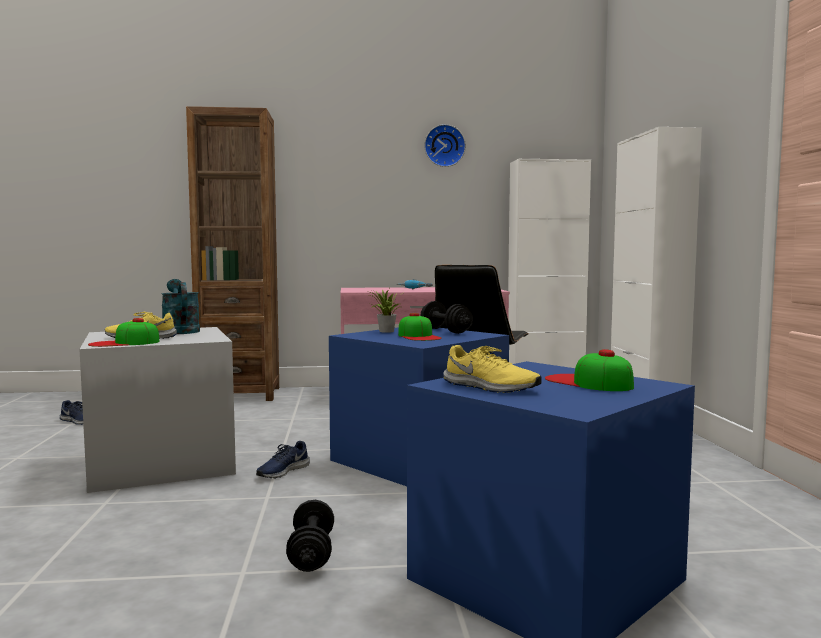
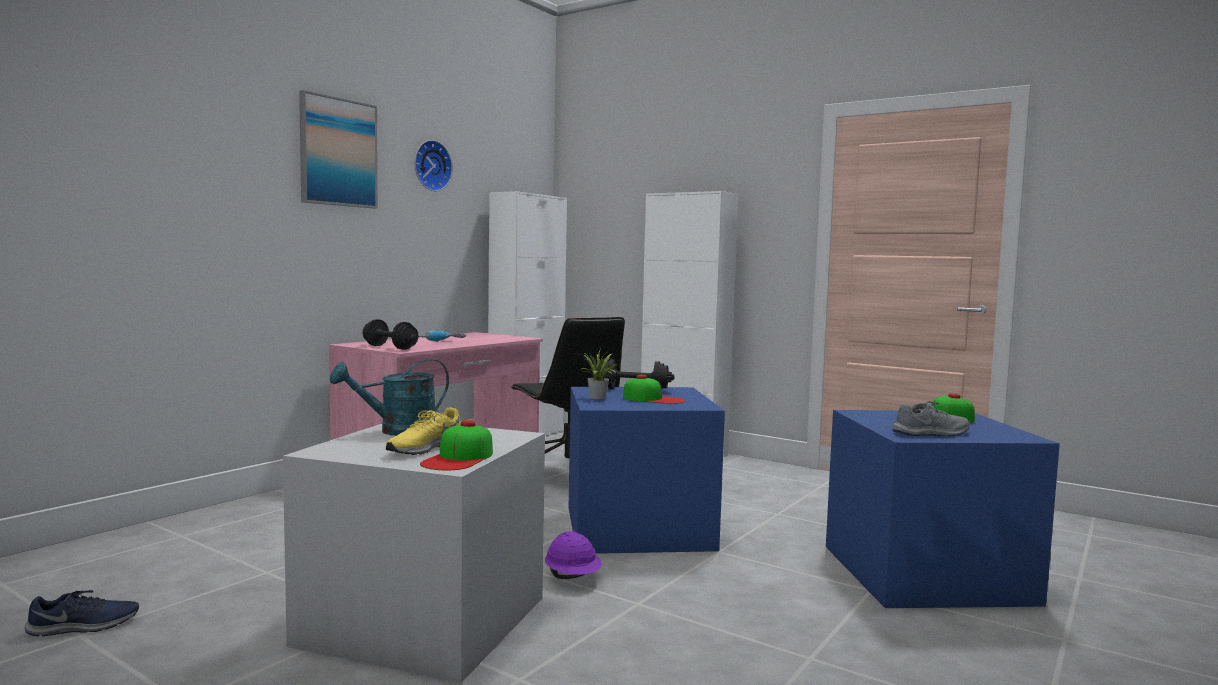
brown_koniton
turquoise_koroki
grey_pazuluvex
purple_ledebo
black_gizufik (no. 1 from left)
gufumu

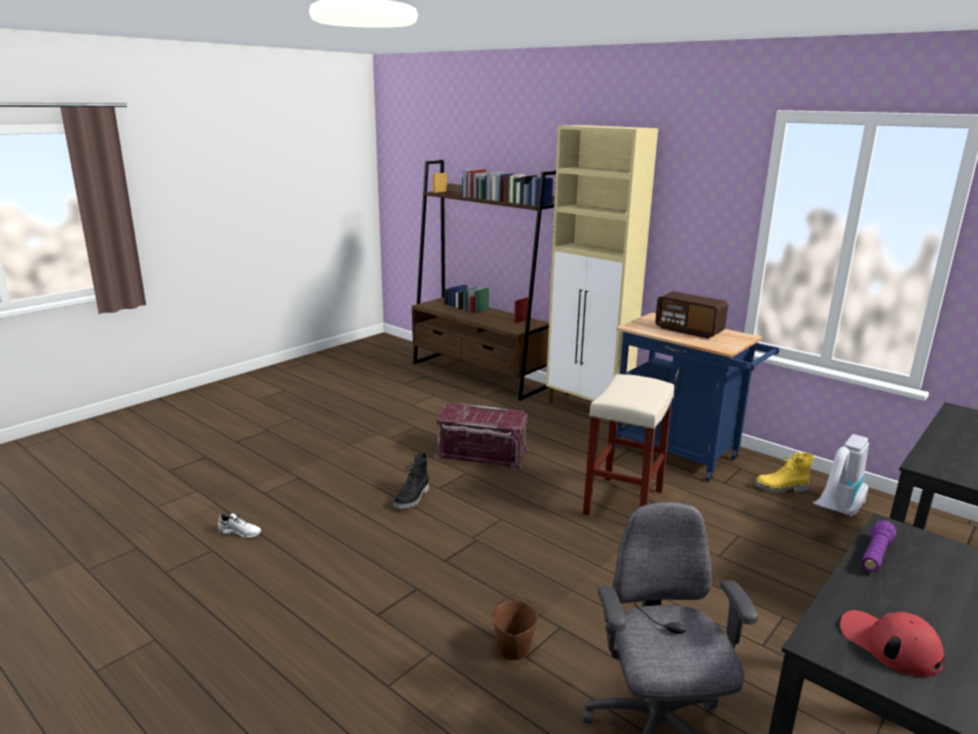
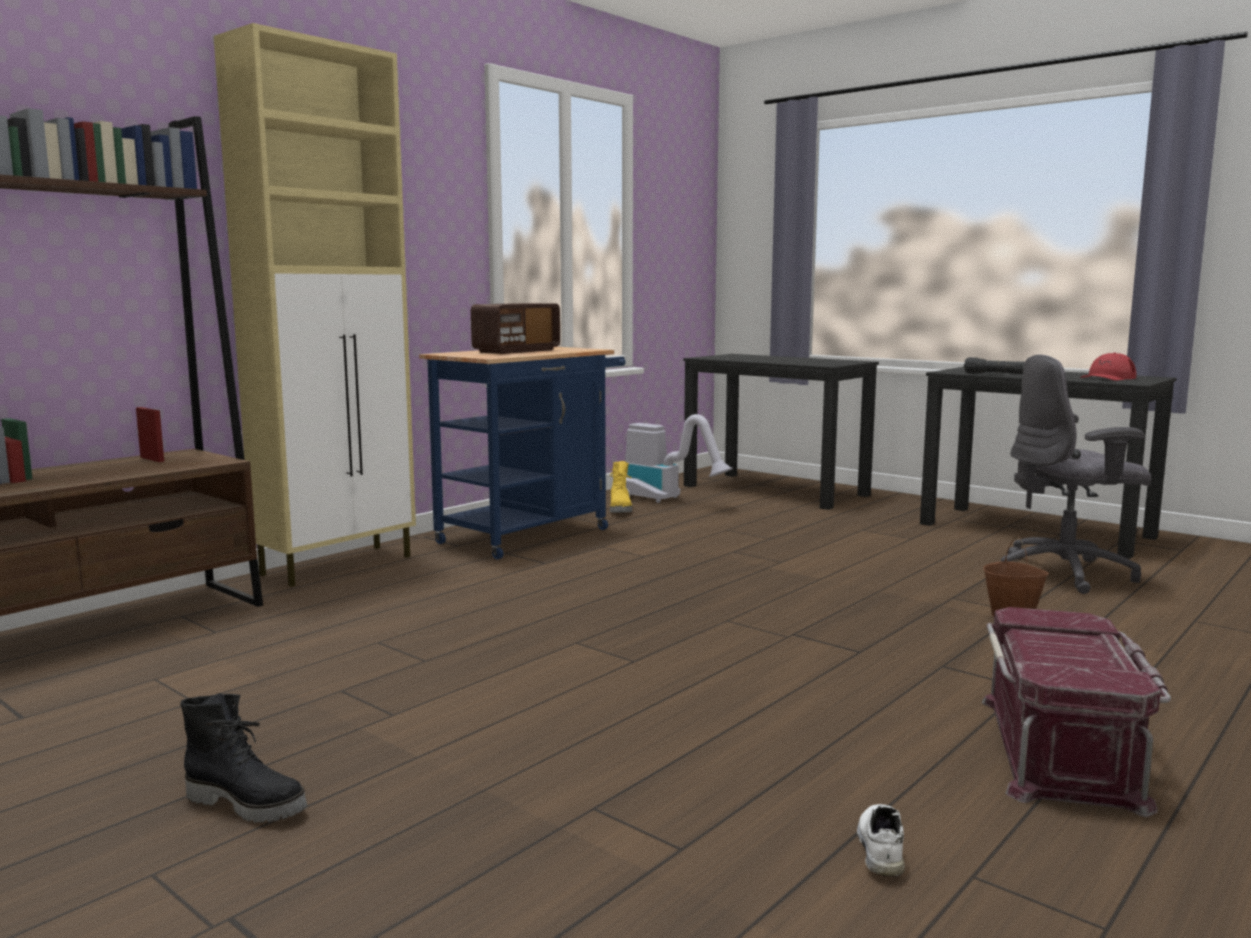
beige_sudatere
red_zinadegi
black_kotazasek
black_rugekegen

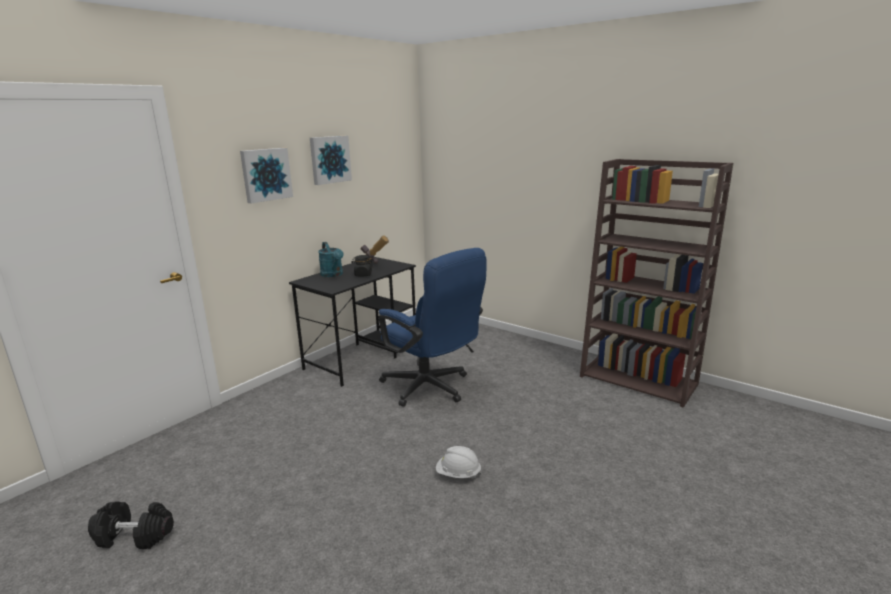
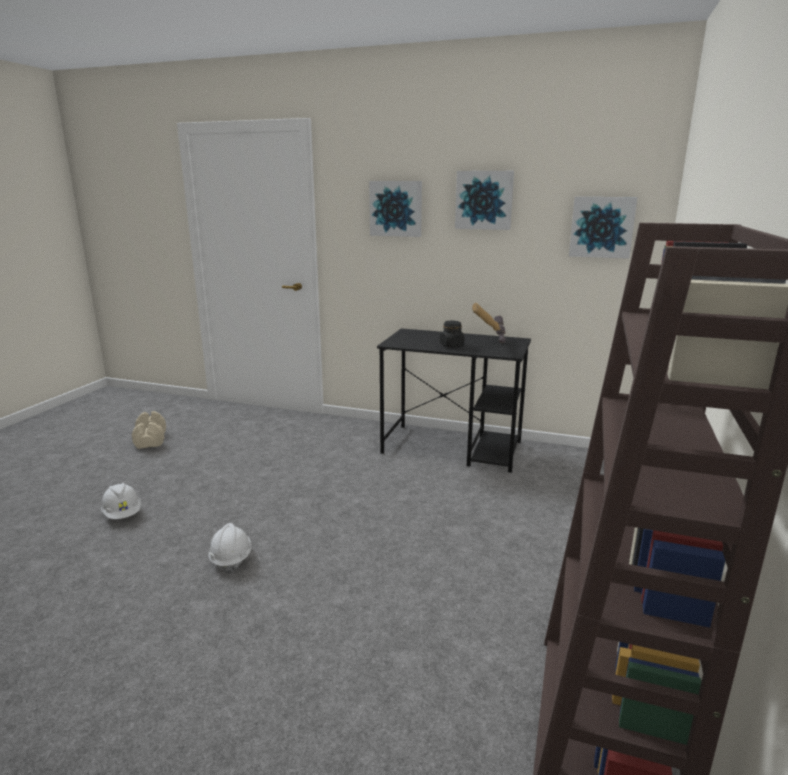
turquoise_koroki
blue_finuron
beige_gizufik
gufumu (no. 3 from left)
white_ledebo (no. 1 from left)

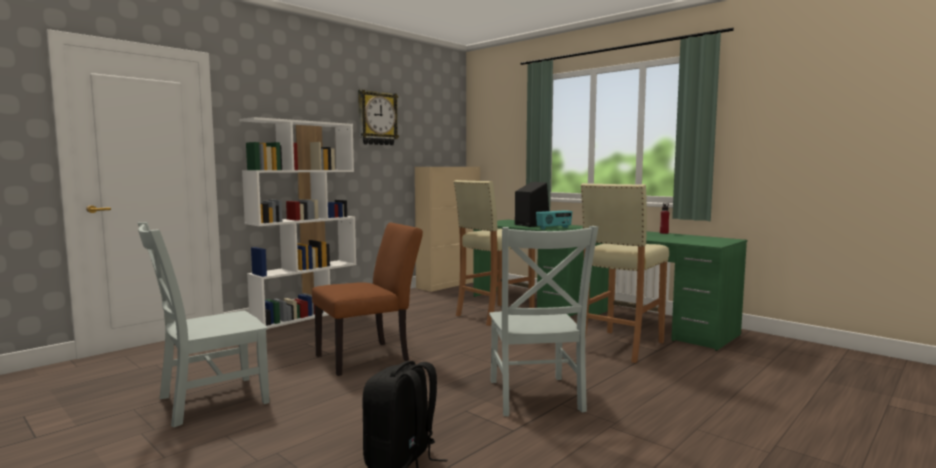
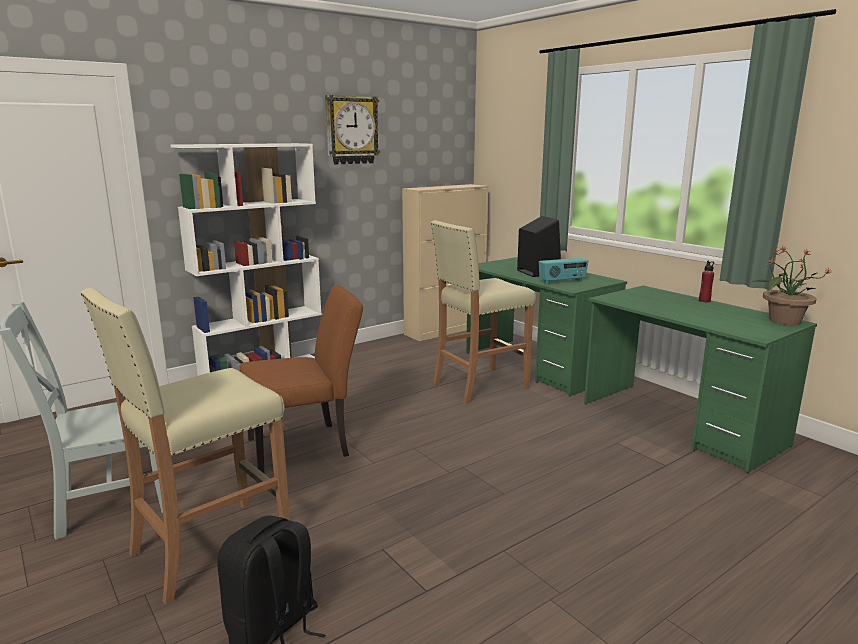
beige_sudatere (no. 1 from left)
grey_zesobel (no. 2 from left in the first image)
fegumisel

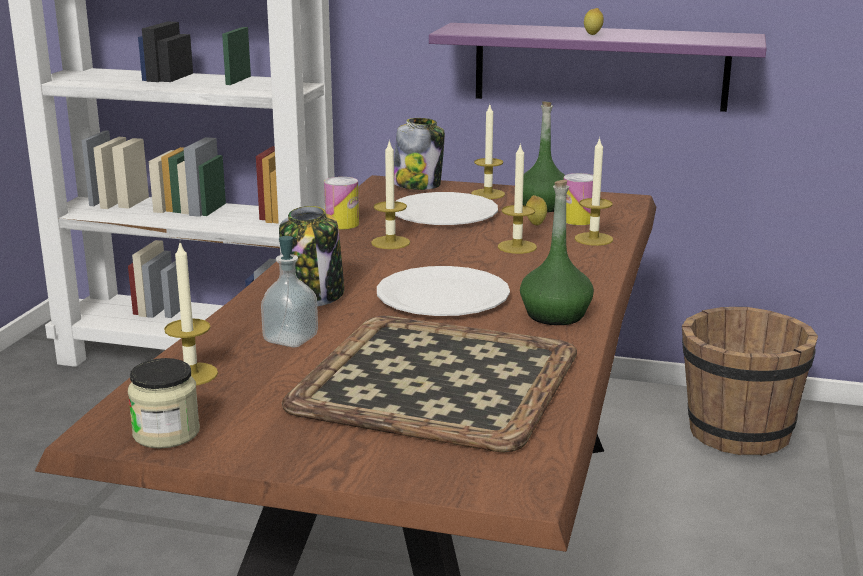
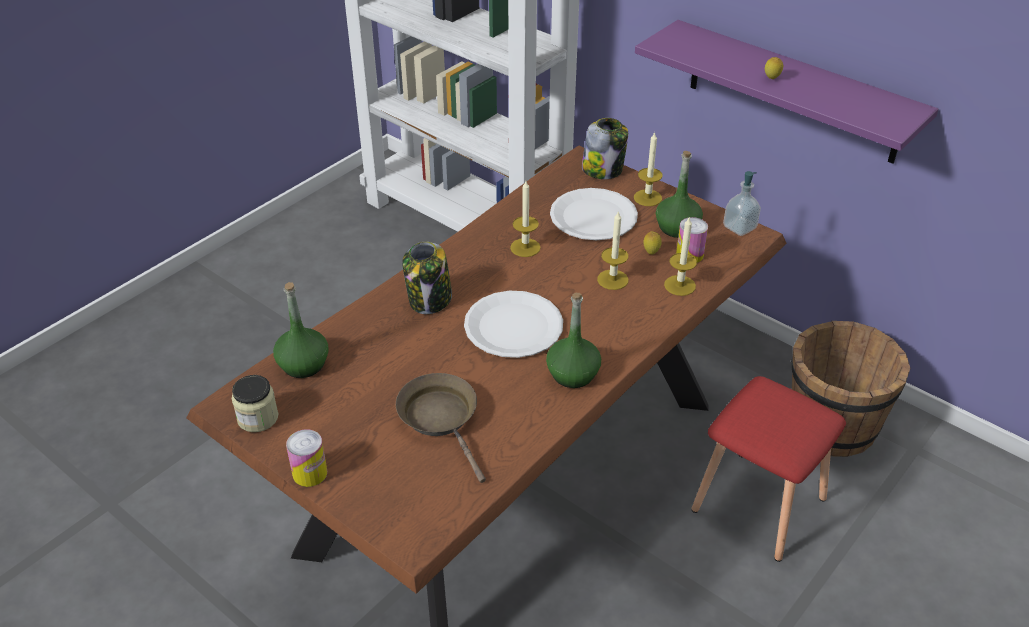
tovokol (no. 1 from left)
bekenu
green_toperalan (no. 1 from left)
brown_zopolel
red_sudatere

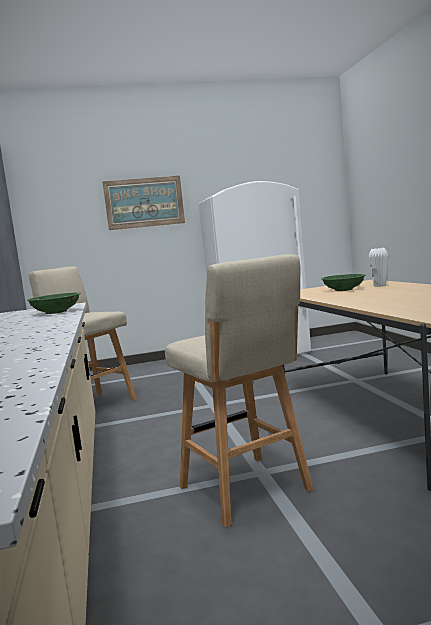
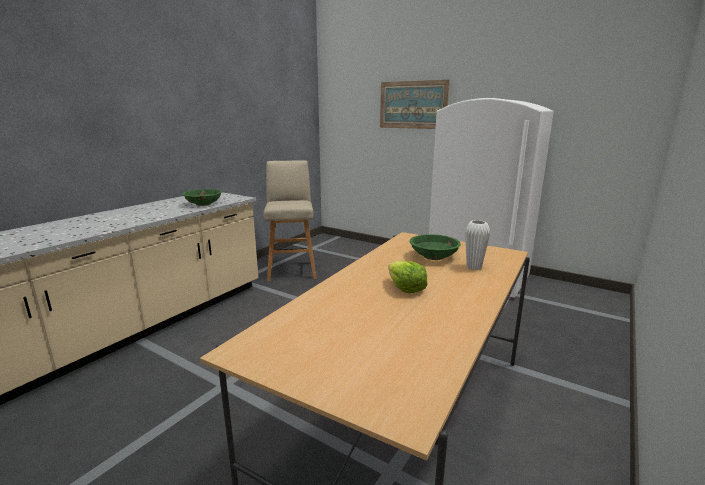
beige_sudatere (no. 2 from left in the first image)
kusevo

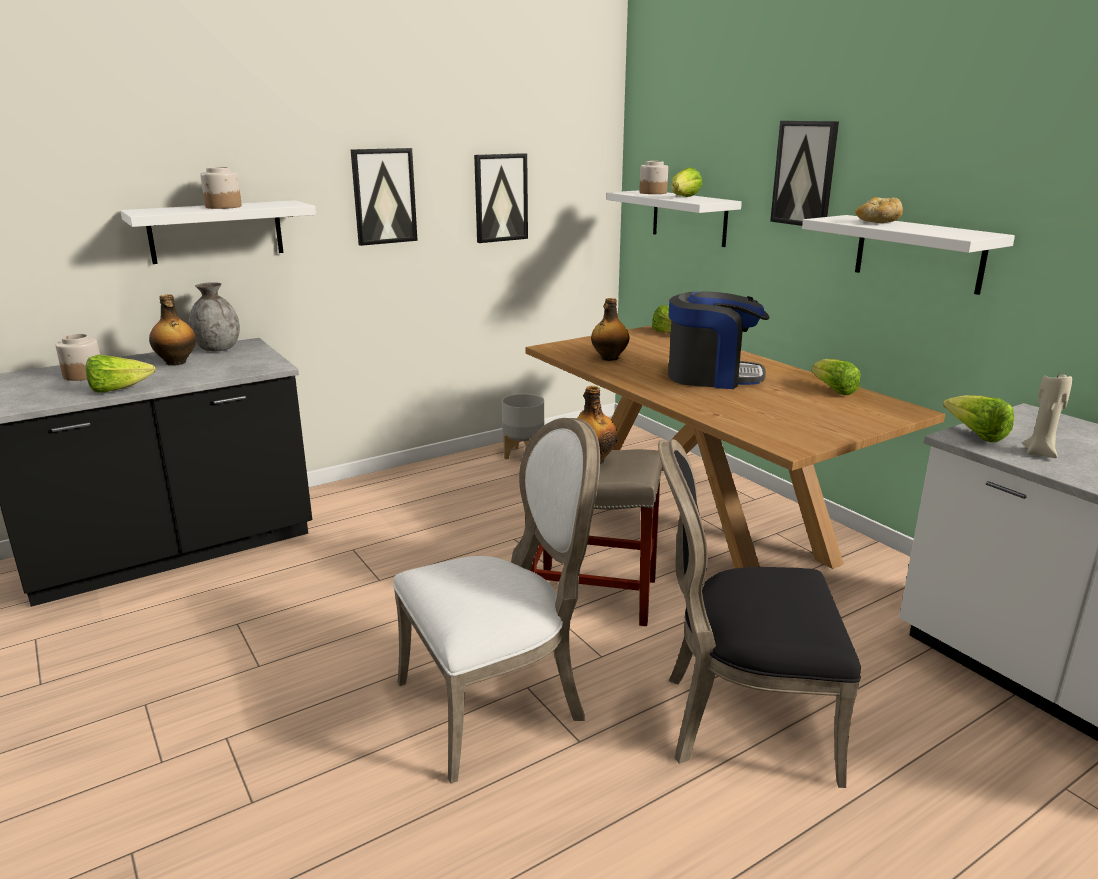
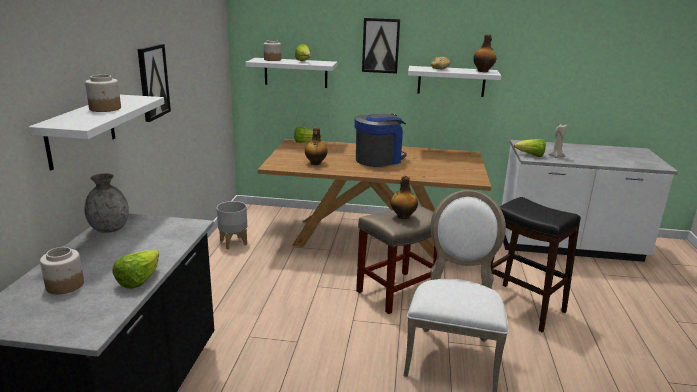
gufumu (no. 2 from left in the first image)
toperalan (no. 3 from left)
kusevo (no. 4 from left in the first image)
black_sudatere

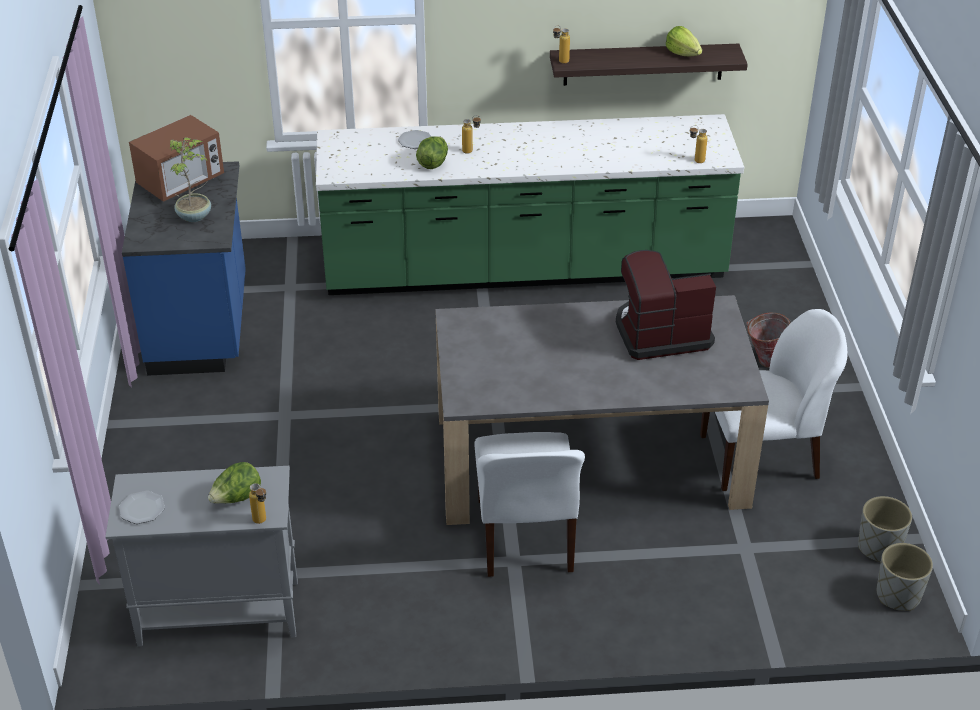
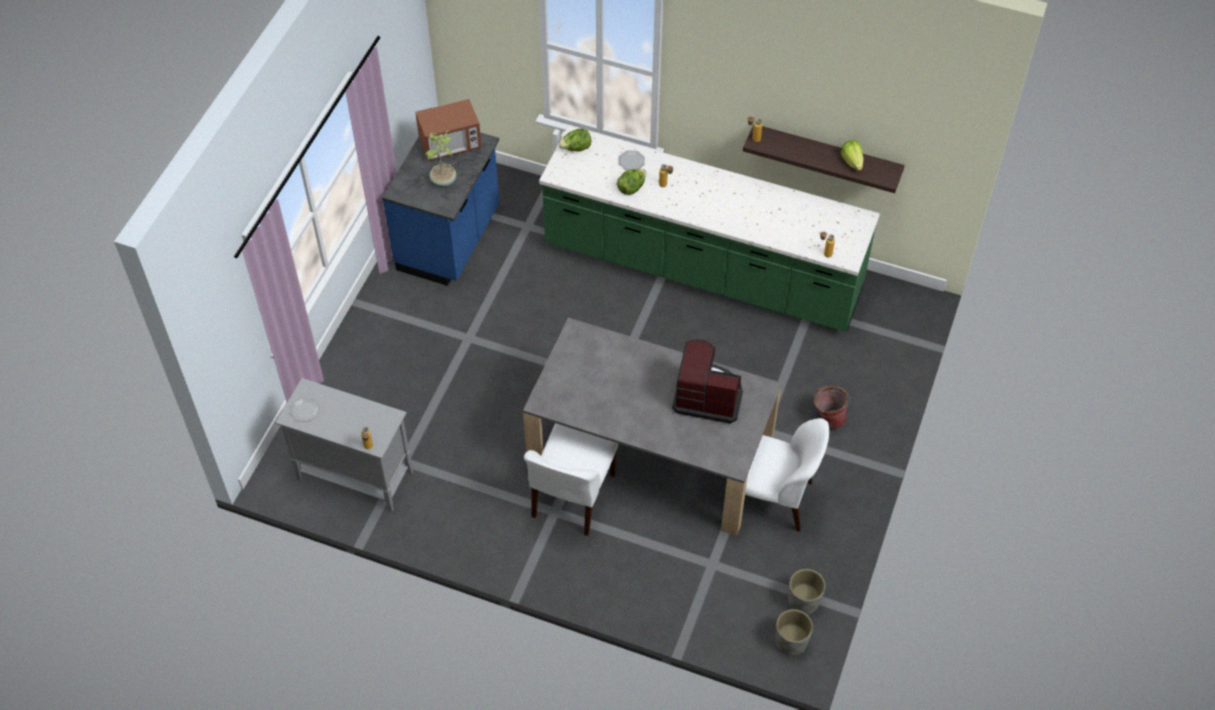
kusevo (no. 1 from left)

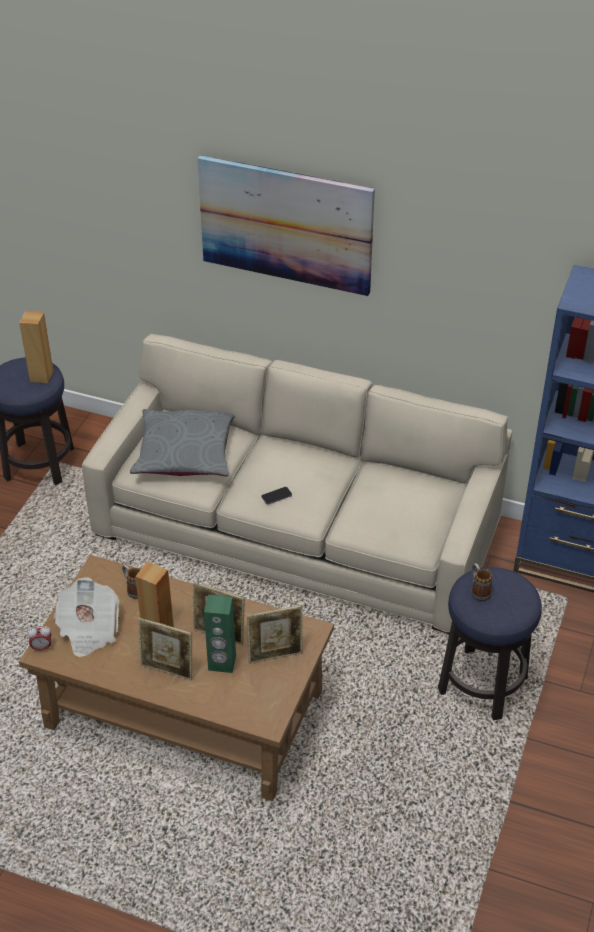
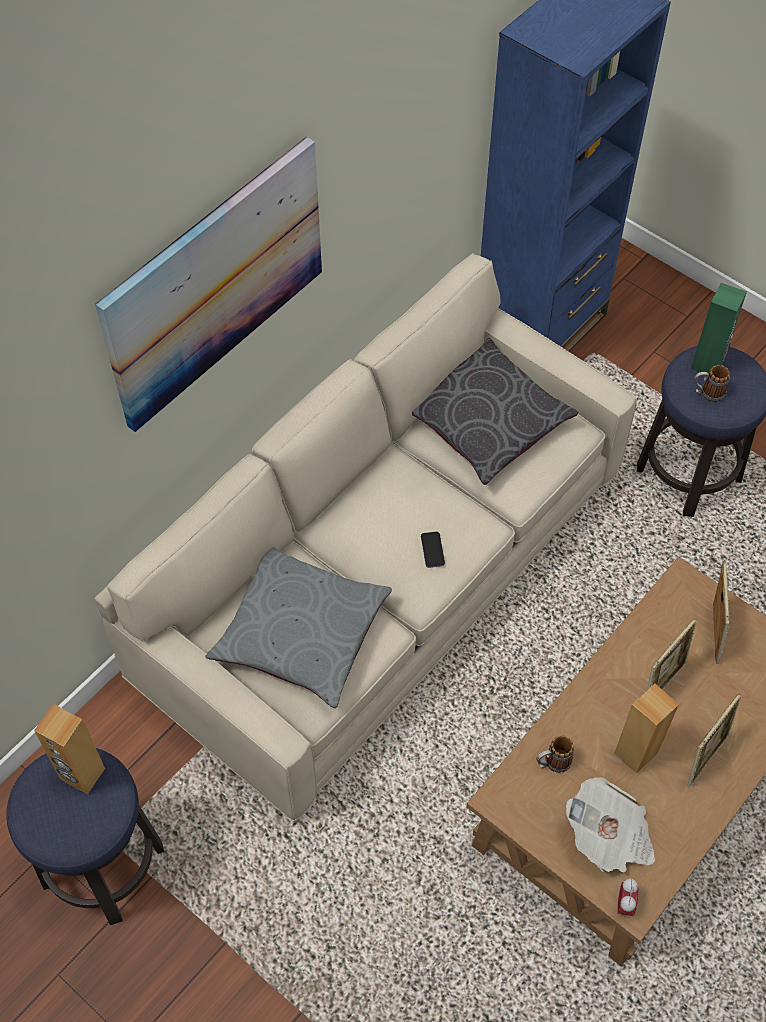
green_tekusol
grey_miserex (no. 2 from left)

